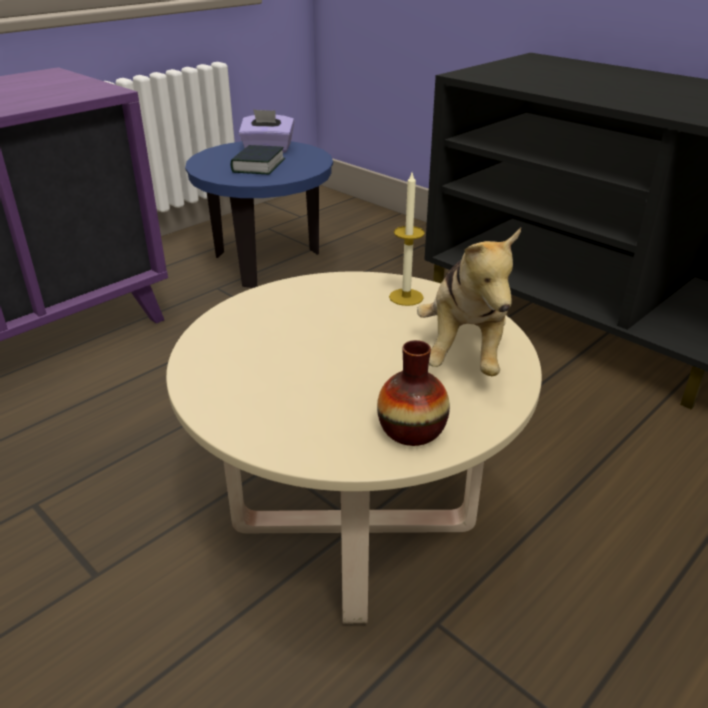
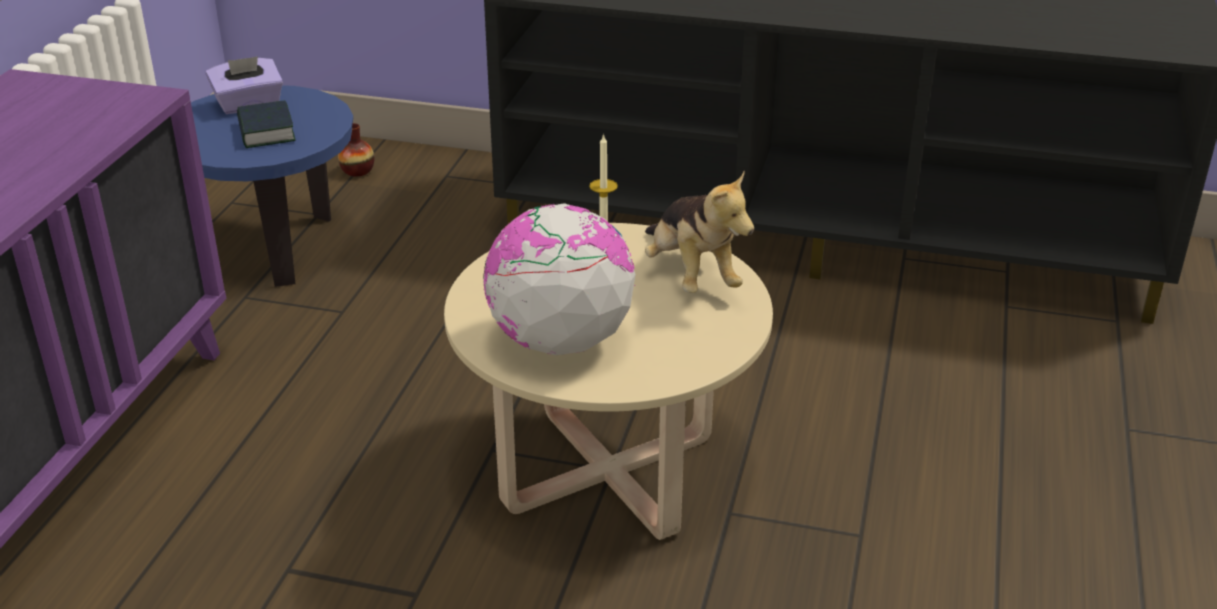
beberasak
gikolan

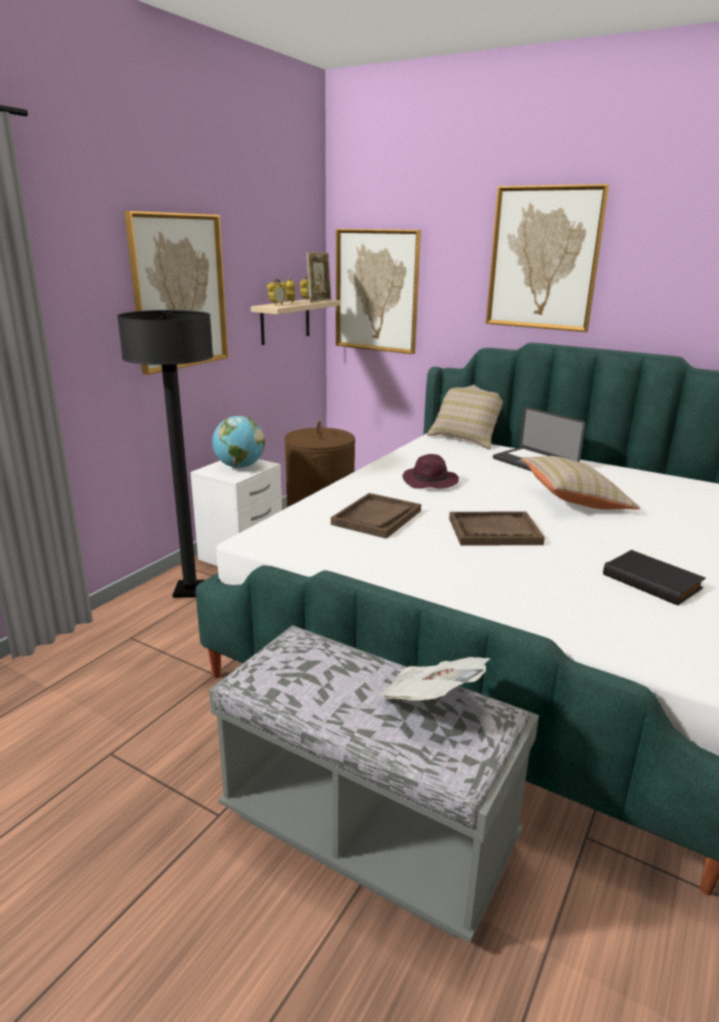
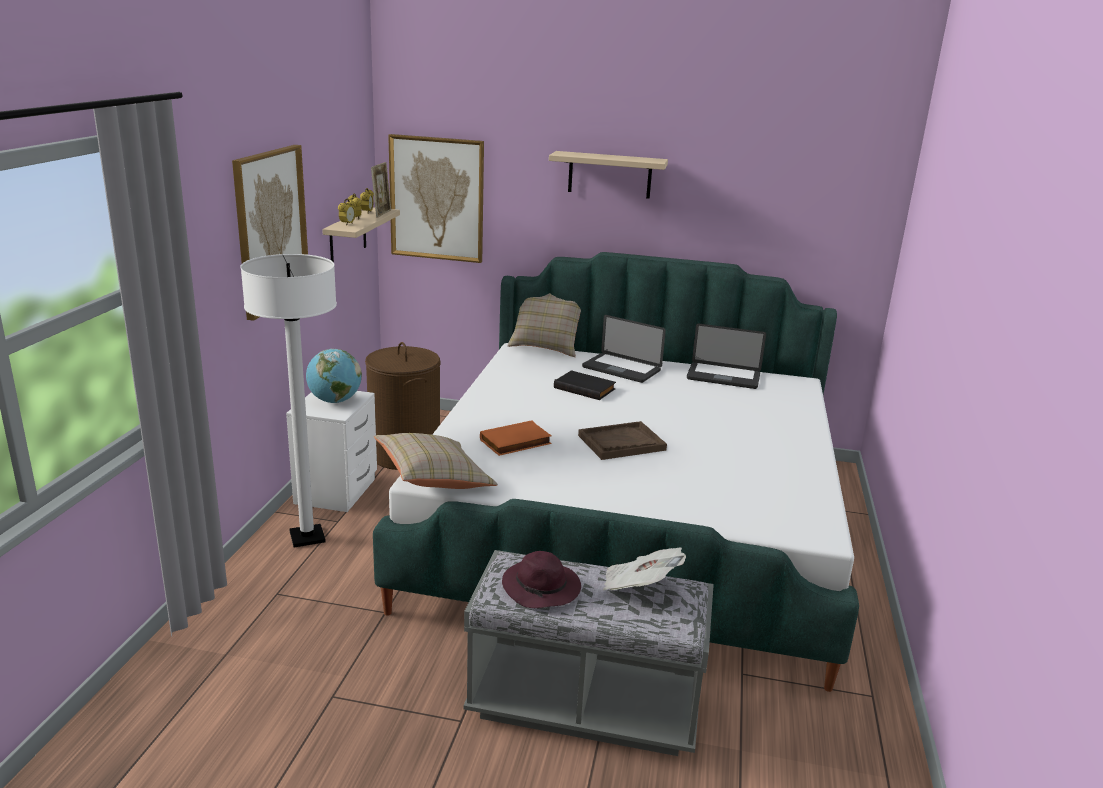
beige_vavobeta (no. 2 from left)
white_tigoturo
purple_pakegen
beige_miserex (no. 1 from left)
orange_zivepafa
black_zivepafa
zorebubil (no. 2 from left)

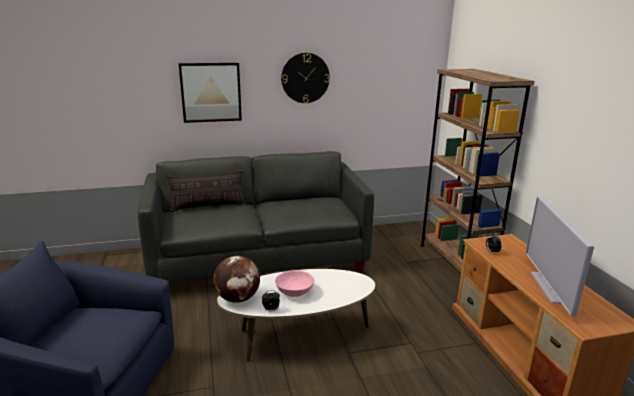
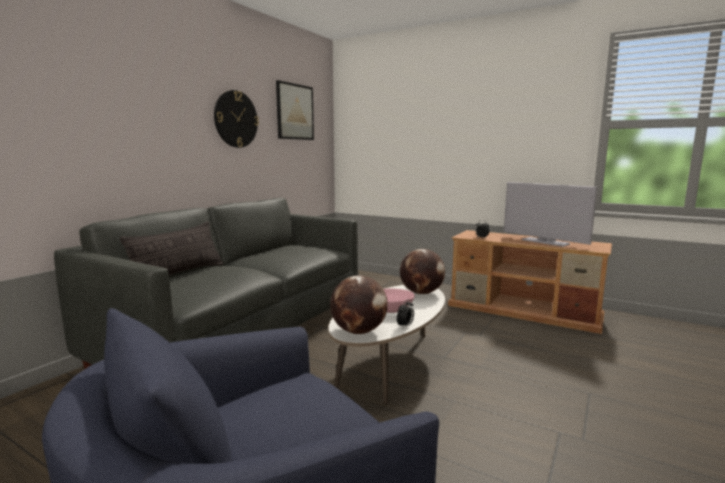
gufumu
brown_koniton
gikolan (no. 2 from left)

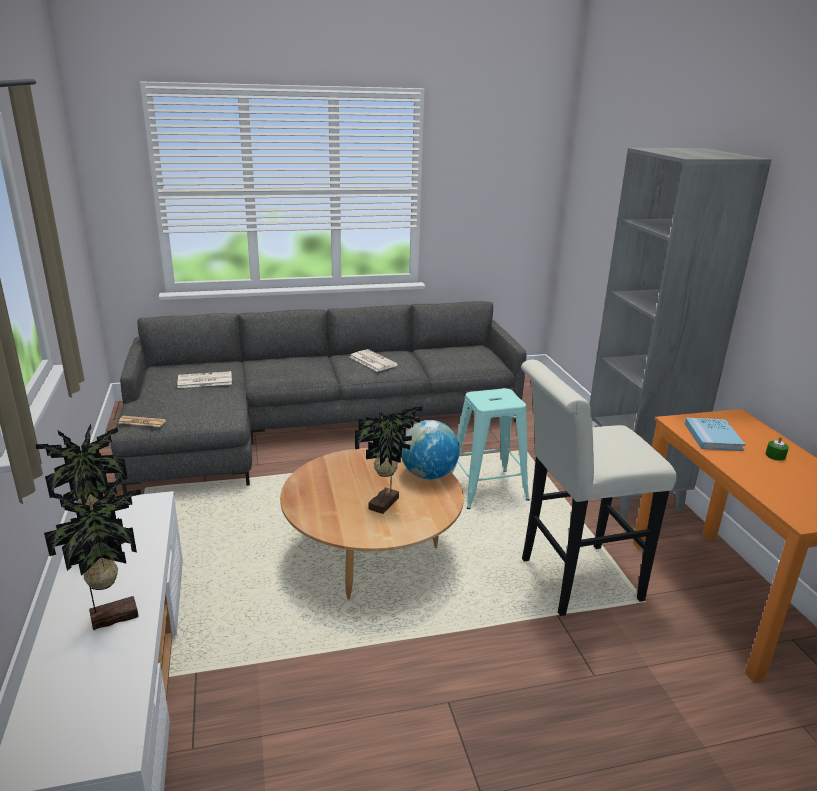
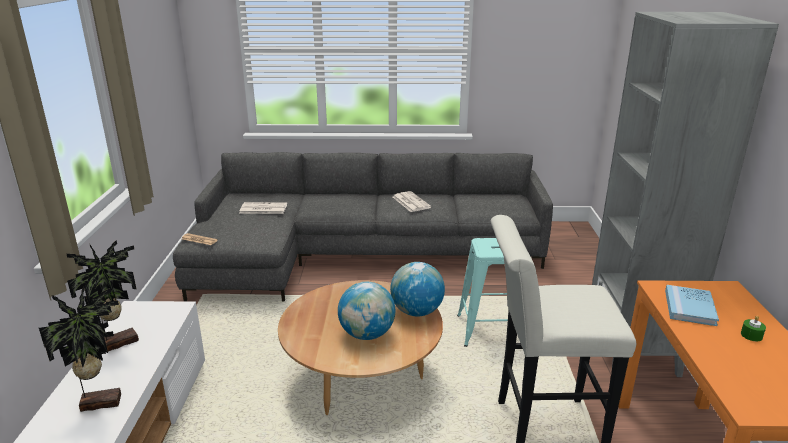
gikolan (no. 1 from left)

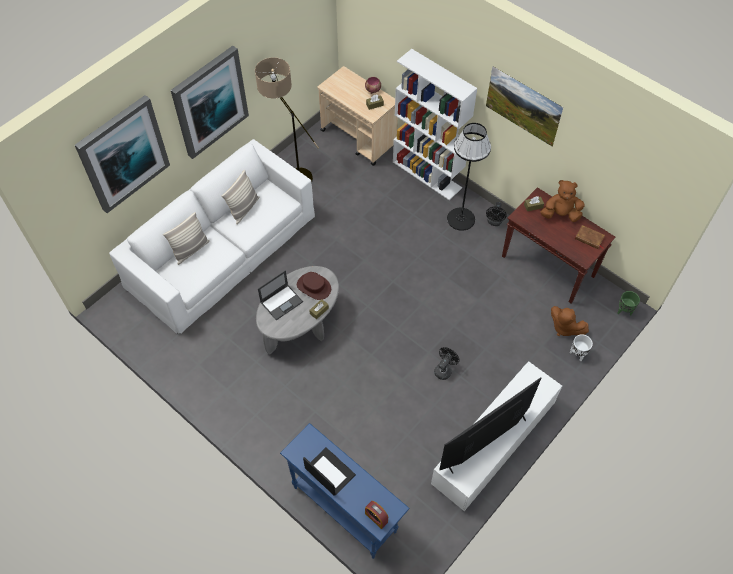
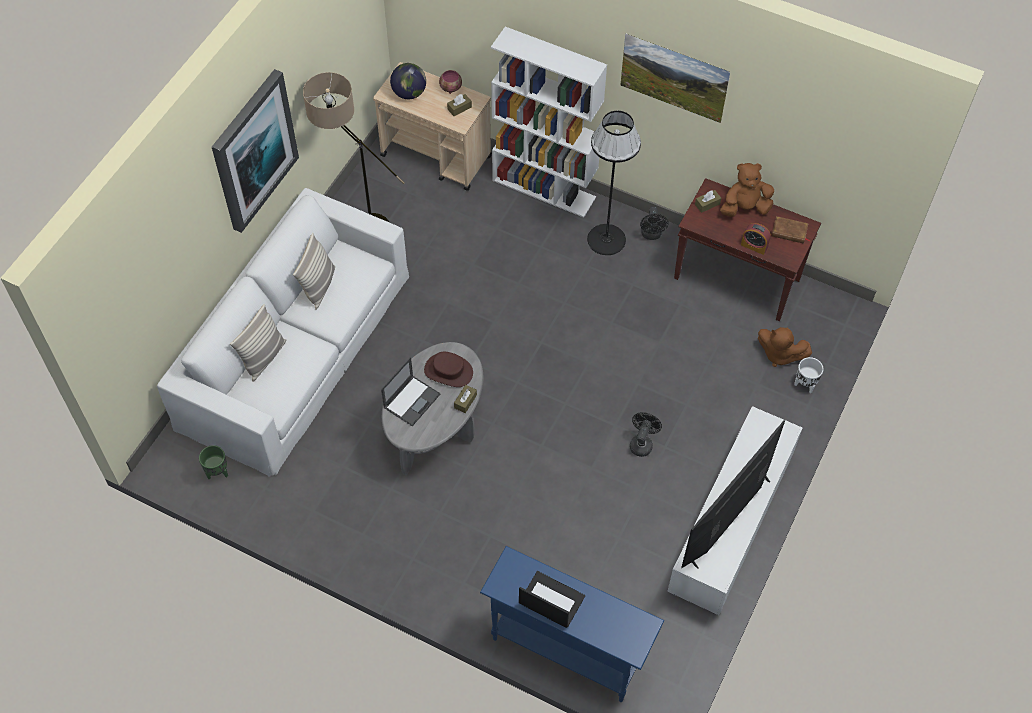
gufumu (no. 1 from left in the first image)
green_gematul
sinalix
gikolan

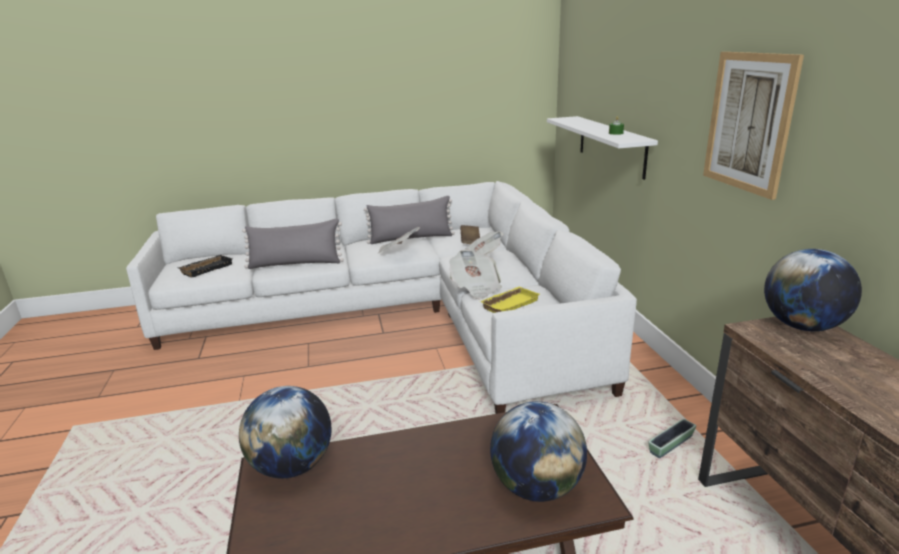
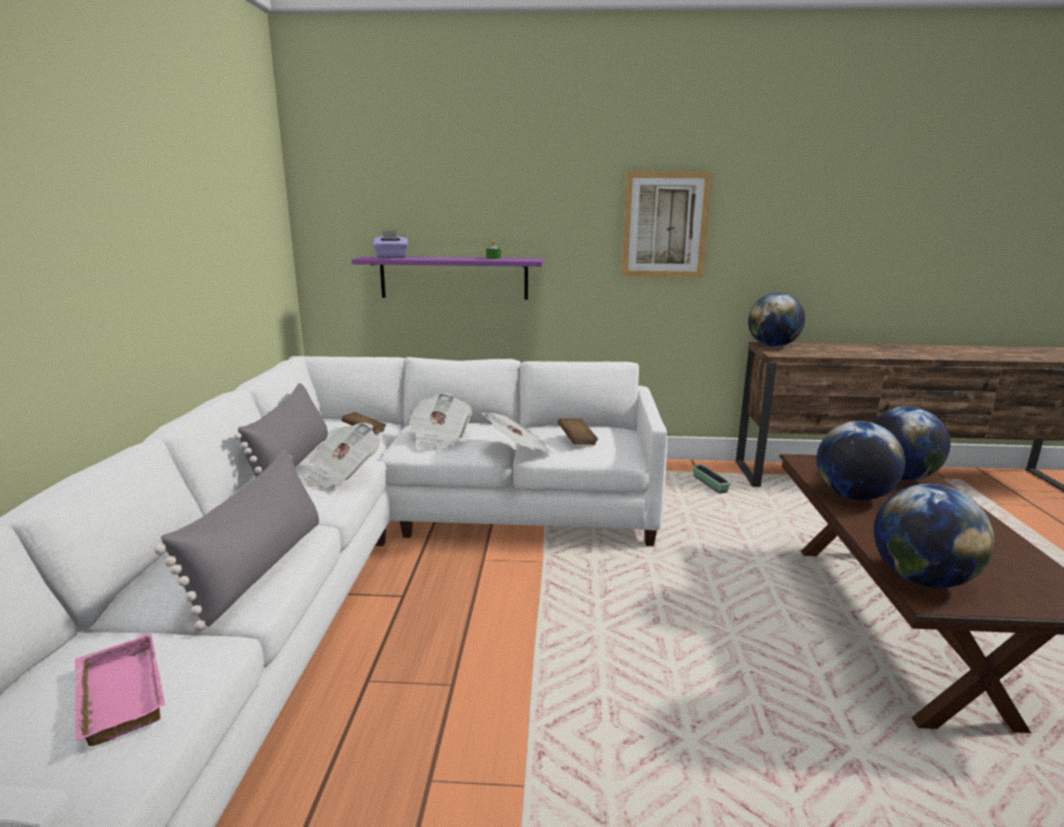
purple_vavobeta
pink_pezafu
brown_zivepafa (no. 2 from left)
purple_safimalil
gikolan (no. 2 from left)

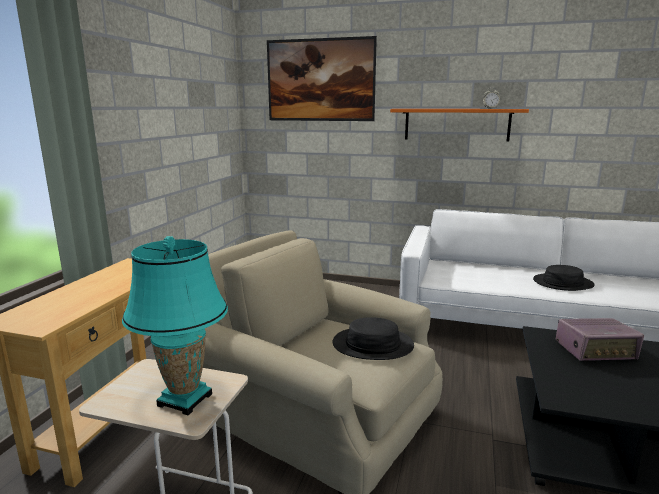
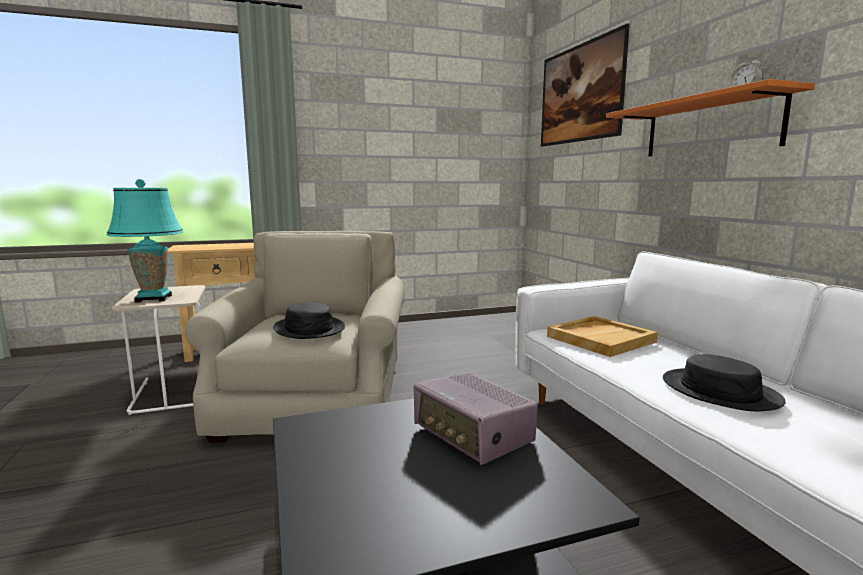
beige_pezafu

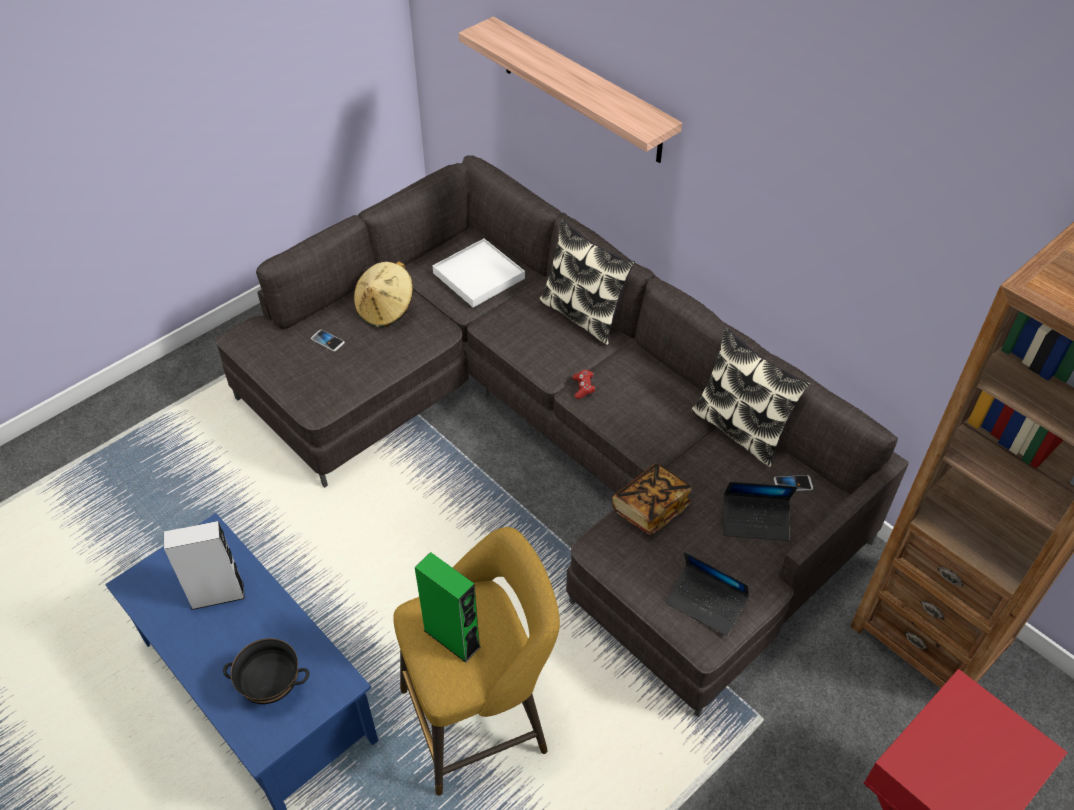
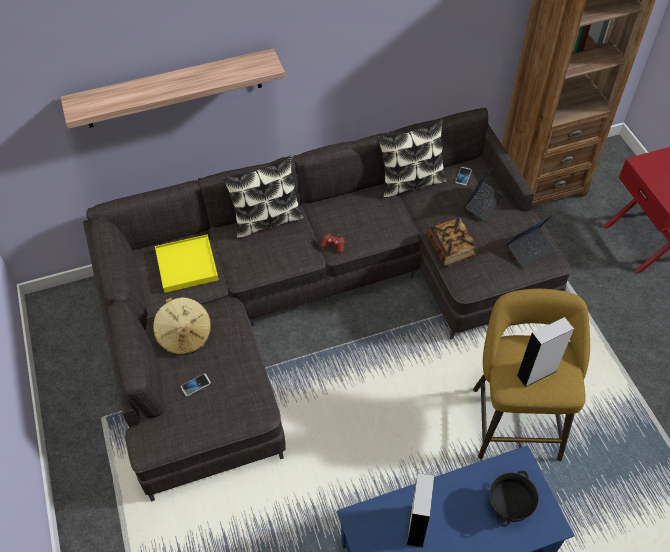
yellow_pezafu
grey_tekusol (no. 2 from left)

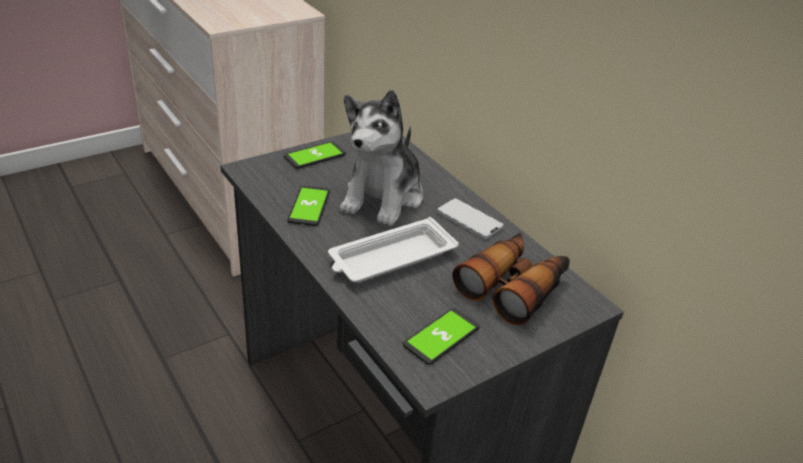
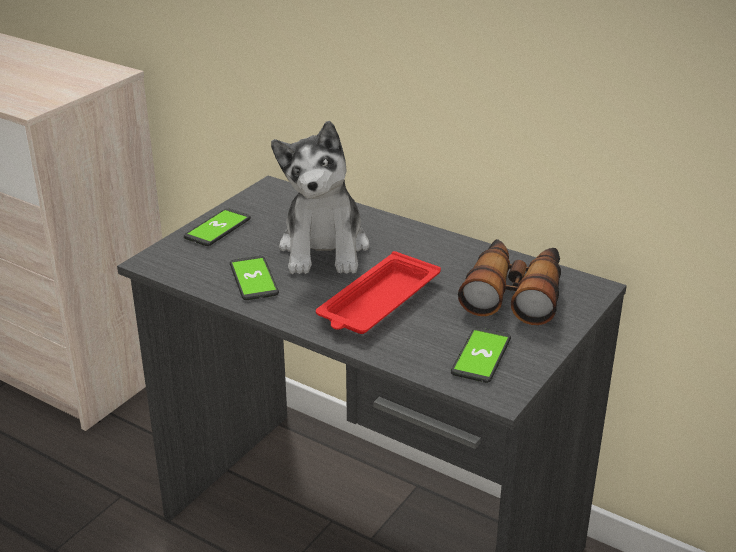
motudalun (no. 4 from left in the first image)
red_pezafu

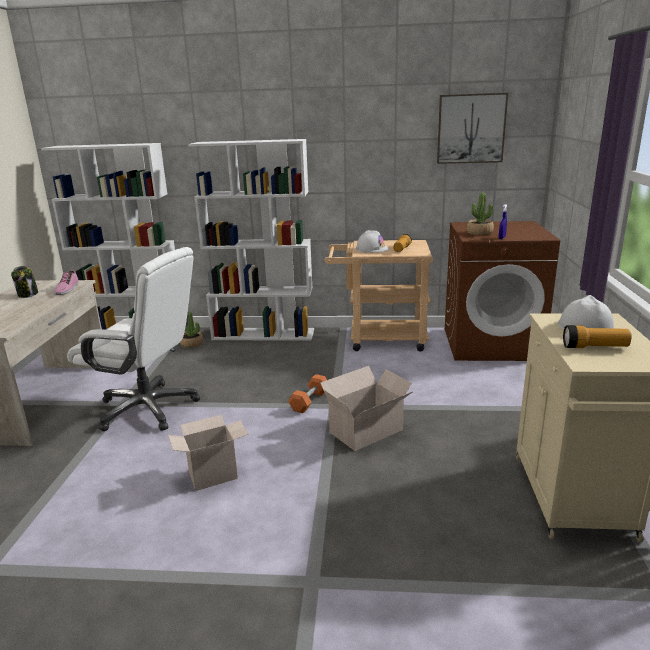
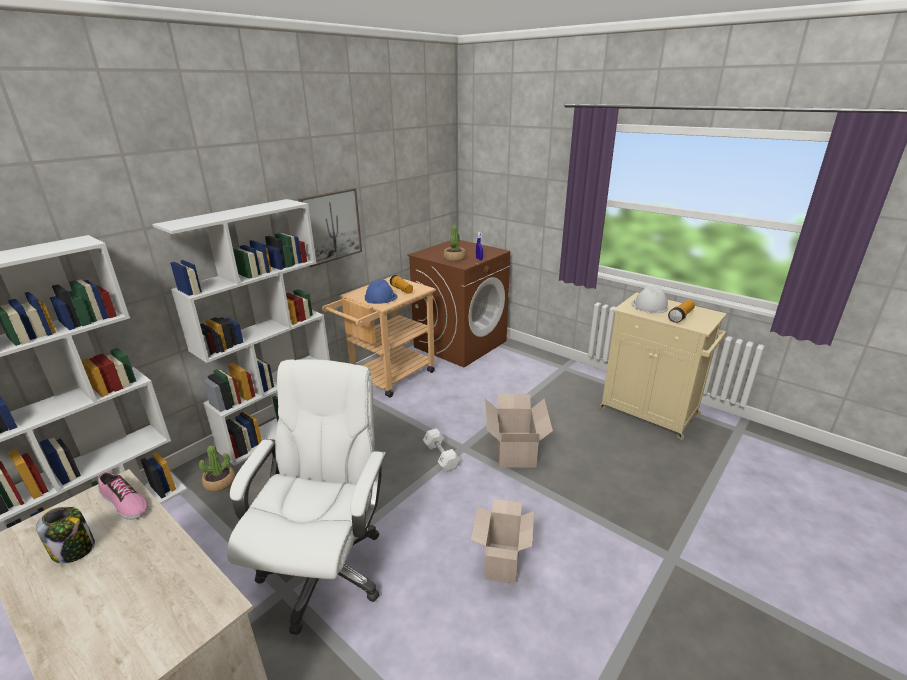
gufumu
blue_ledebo
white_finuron
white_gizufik

